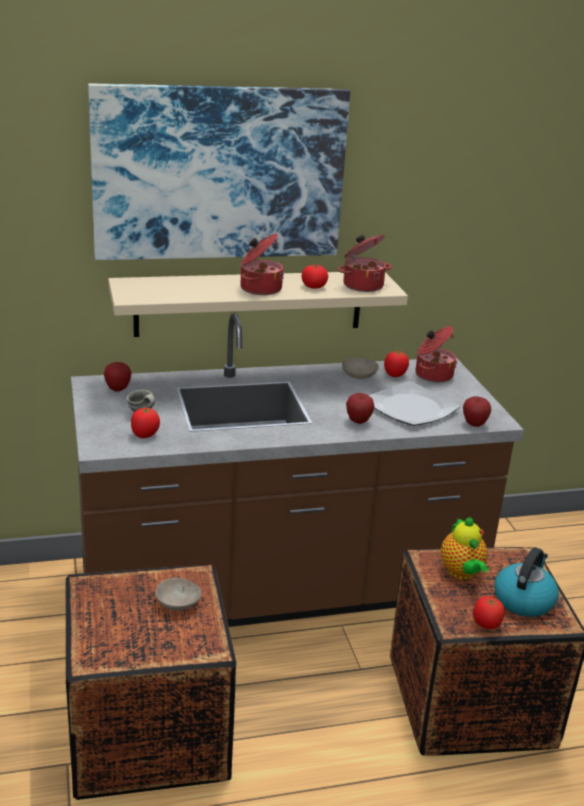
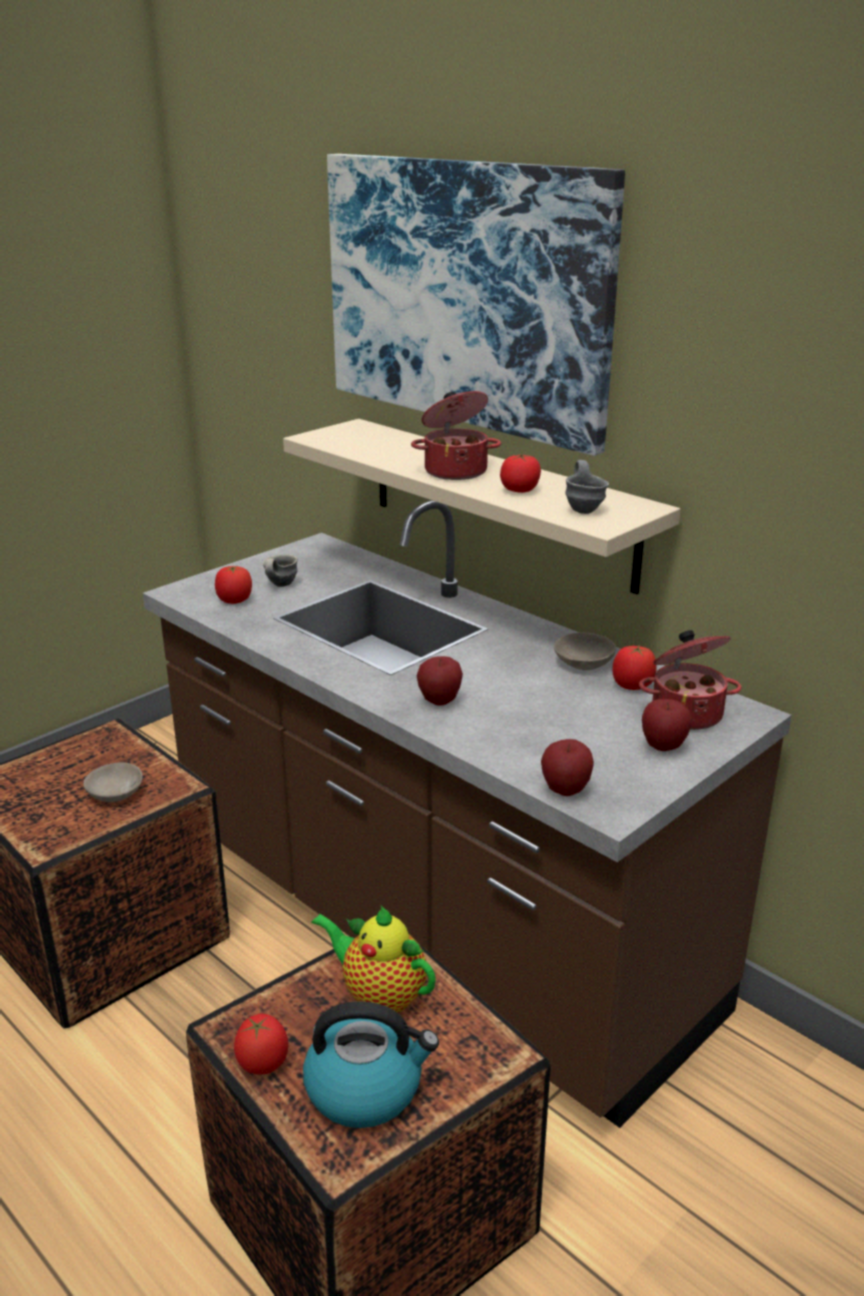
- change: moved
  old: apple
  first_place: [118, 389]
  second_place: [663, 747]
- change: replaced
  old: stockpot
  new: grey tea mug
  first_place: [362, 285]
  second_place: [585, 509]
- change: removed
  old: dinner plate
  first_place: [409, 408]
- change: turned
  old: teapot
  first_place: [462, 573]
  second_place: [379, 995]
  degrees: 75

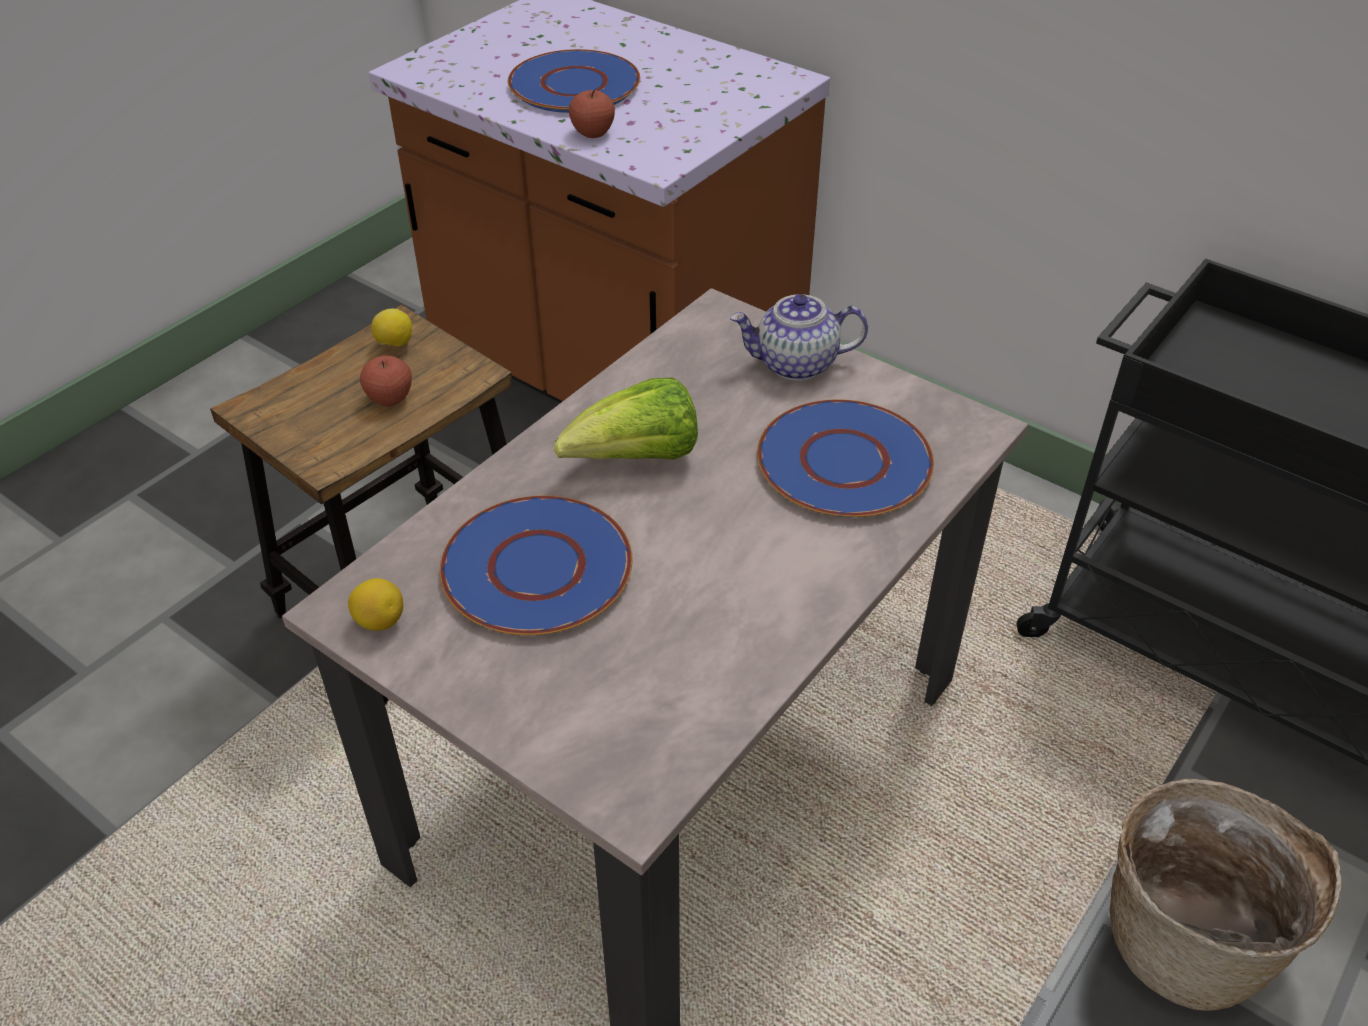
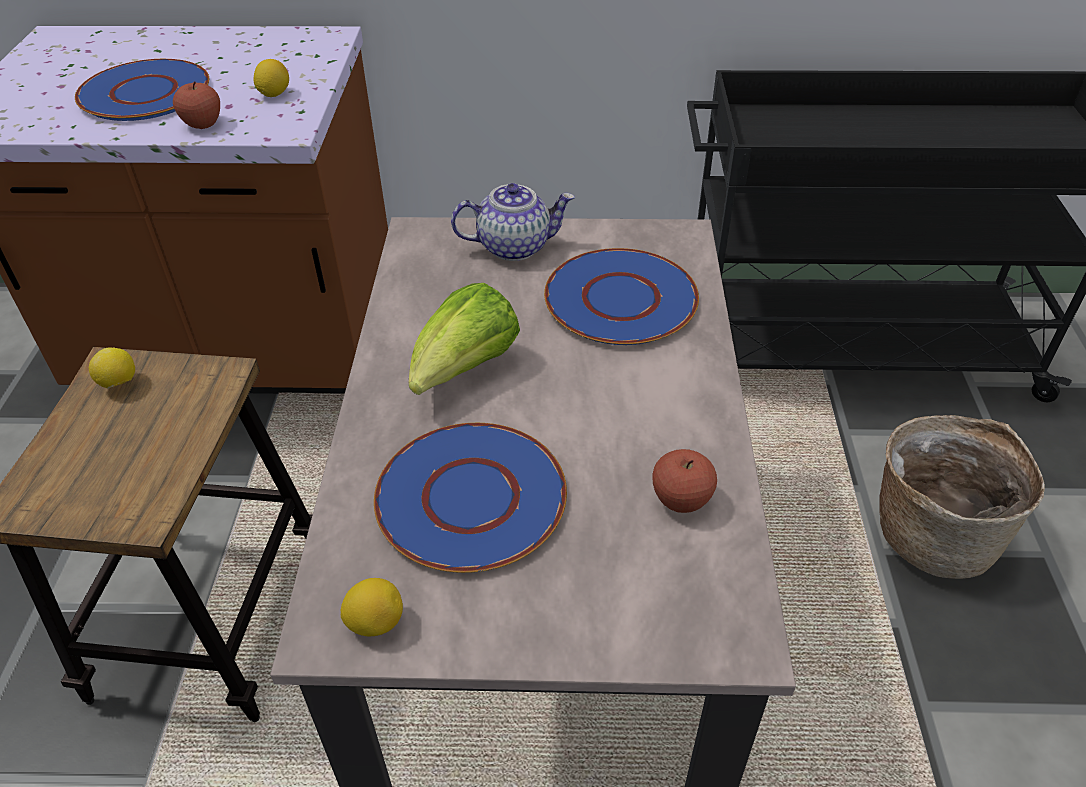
- change: moved
  old: apple
  first_place: [390, 399]
  second_place: [681, 500]
- change: turned
  old: teapot
  first_place: [795, 364]
  second_place: [514, 246]
  degrees: -150
- change: added
  new: whole lemon
  second_place: [274, 94]

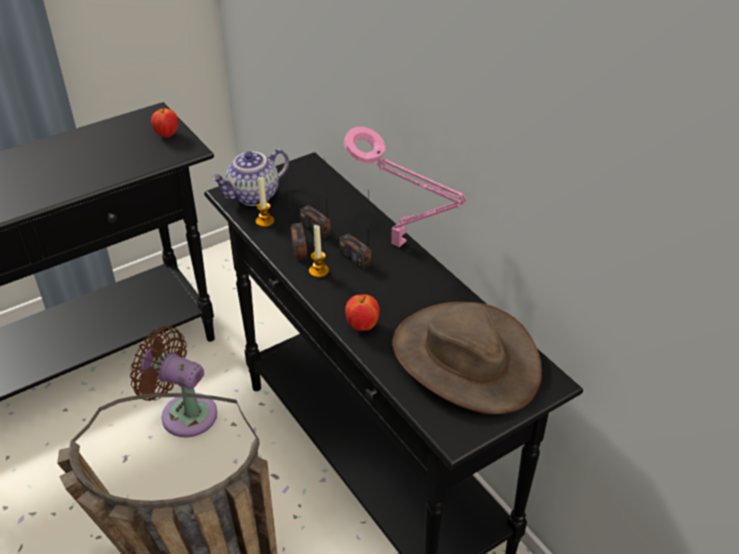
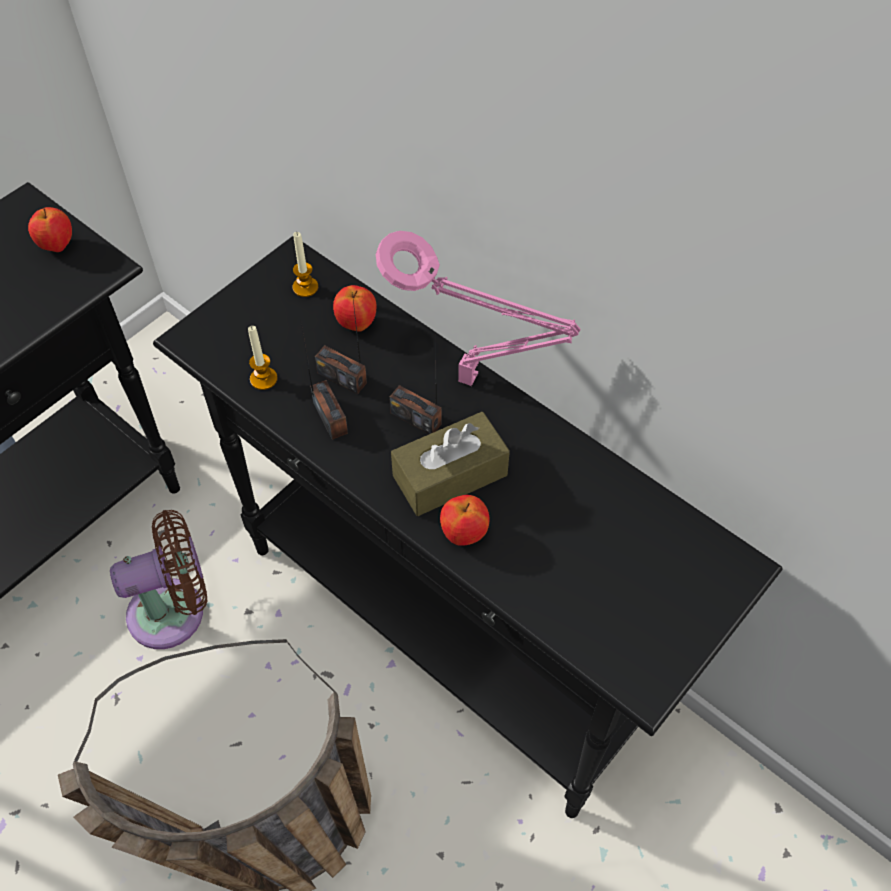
- change: turned
  old: brown fan
  first_place: [184, 413]
  second_place: [174, 611]
  degrees: 150
- change: removed
  old: teapot
  first_place: [254, 196]
- change: moved
  old: candle
  first_place: [318, 271]
  second_place: [305, 287]
- change: removed
  old: brown hat
  first_place: [464, 359]
- change: added
  new: apple
  second_place: [356, 324]
- change: added
  new: brown box of tissues
  second_place: [450, 475]

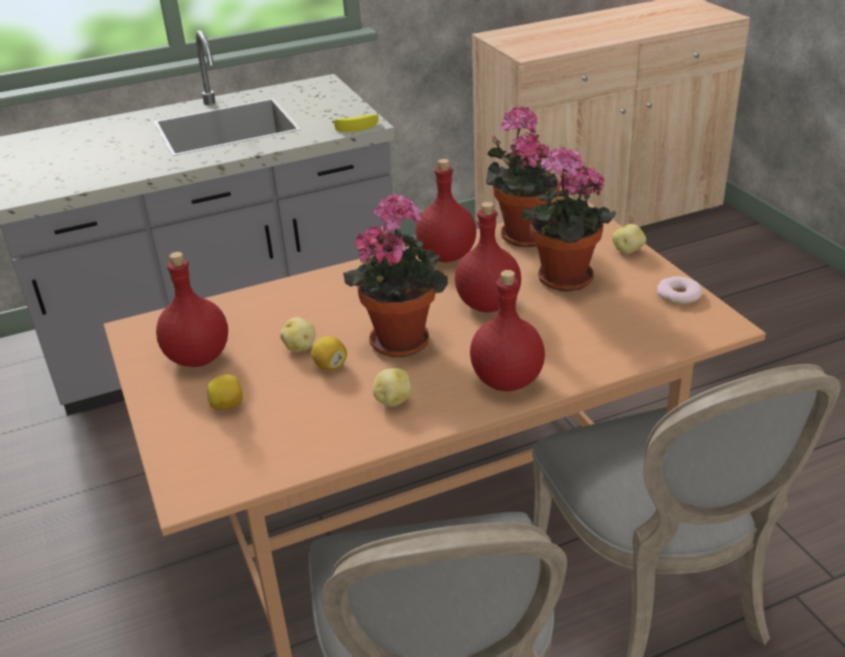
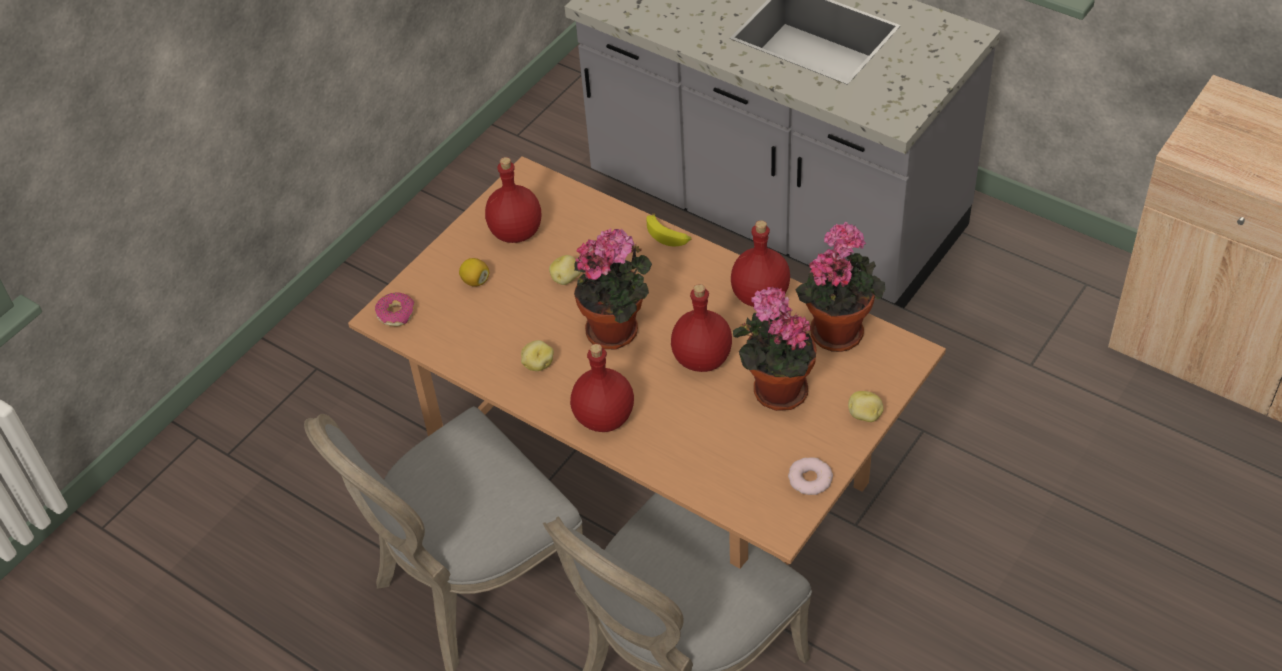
- change: removed
  old: whole lemon
  first_place: [330, 366]
- change: moved
  old: banana fruit
  first_place: [358, 126]
  second_place: [668, 235]
- change: added
  new: ring doughnut
  second_place: [396, 314]

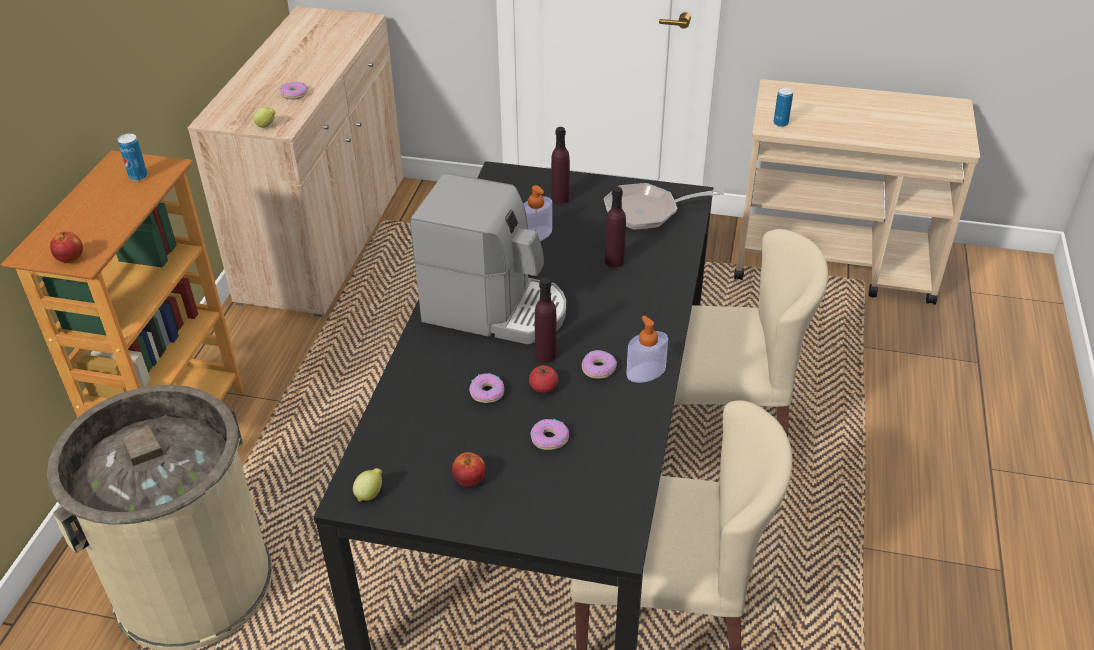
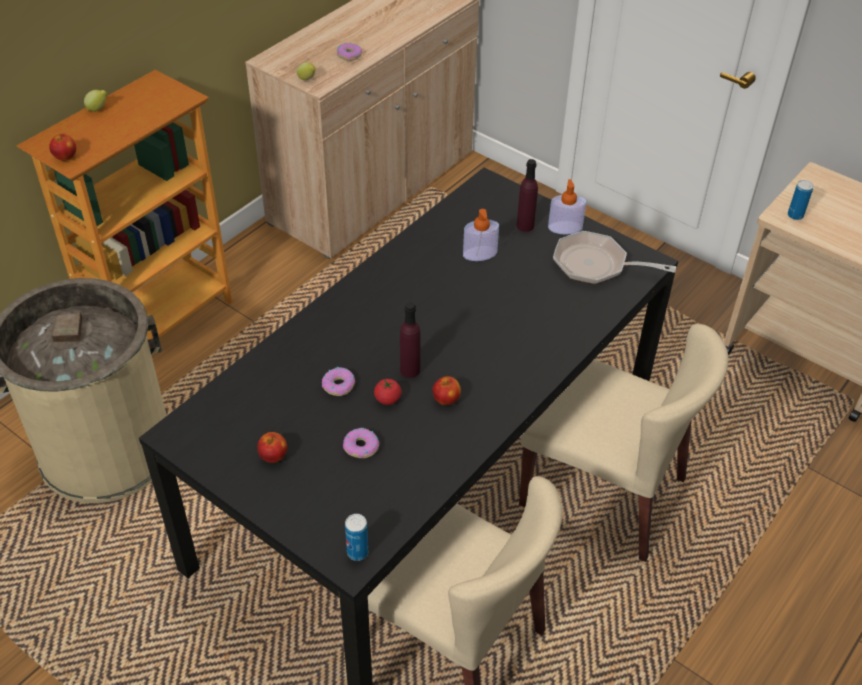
- change: moved
  old: can
  first_place: [138, 176]
  second_place: [357, 552]
- change: moved
  old: whole lemon
  first_place: [370, 494]
  second_place: [98, 109]
- change: removed
  old: coffee machine
  first_place: [495, 310]
- change: replaced
  old: ring doughnut
  new: apple
  first_place: [598, 368]
  second_place: [446, 399]
- change: removed
  old: purple beverage bottle
  first_place: [614, 261]
- change: moved
  old: liquid soap bottle
  first_place: [646, 372]
  second_place: [565, 228]

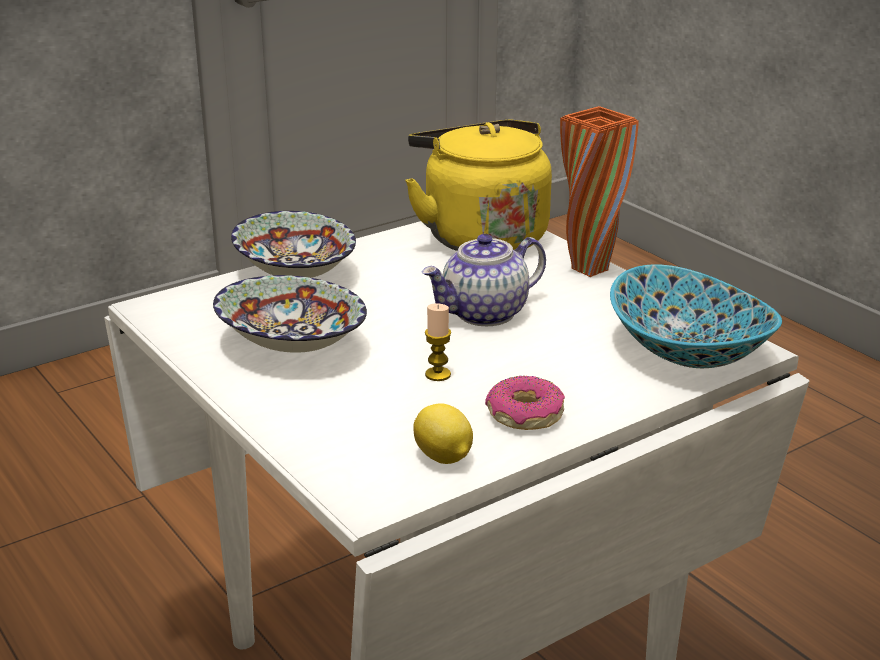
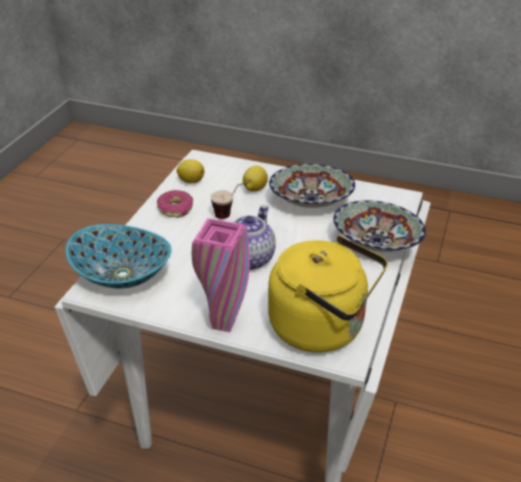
- change: replaced
  old: candle
  new: drinking cup
  first_place: [438, 374]
  second_place: [231, 213]
- change: recoloured
  old: orange-coloured decorative vase
  new: pink decorative vase
  first_place: [590, 269]
  second_place: [223, 324]
- change: added
  new: whole lemon
  second_place: [254, 189]

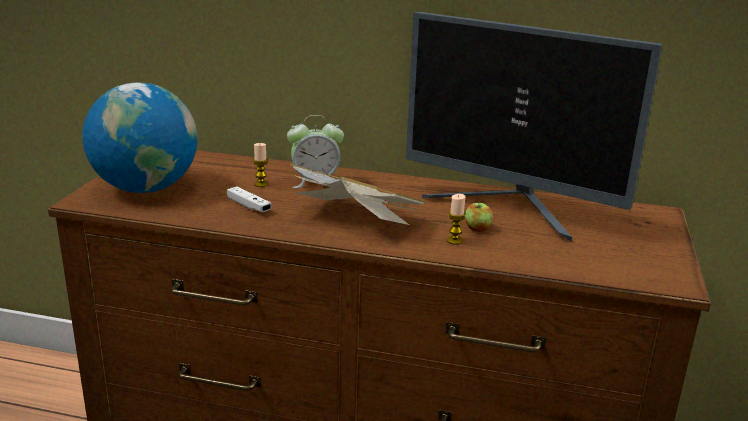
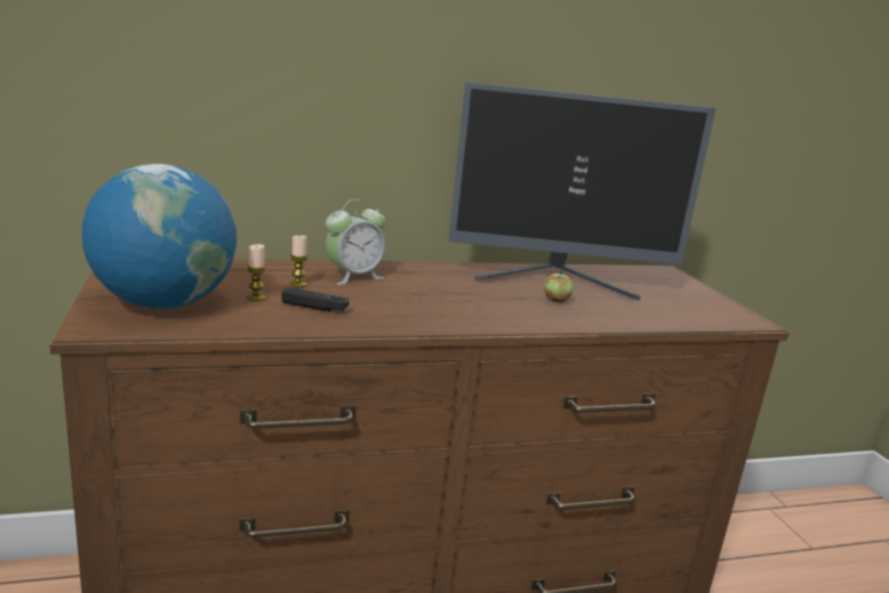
- change: recoloured
  old: whitish joypad
  new: black joypad
  first_place: [248, 206]
  second_place: [314, 307]
- change: removed
  old: volume
  first_place: [355, 219]
- change: moved
  old: candle
  first_place: [454, 240]
  second_place: [256, 297]

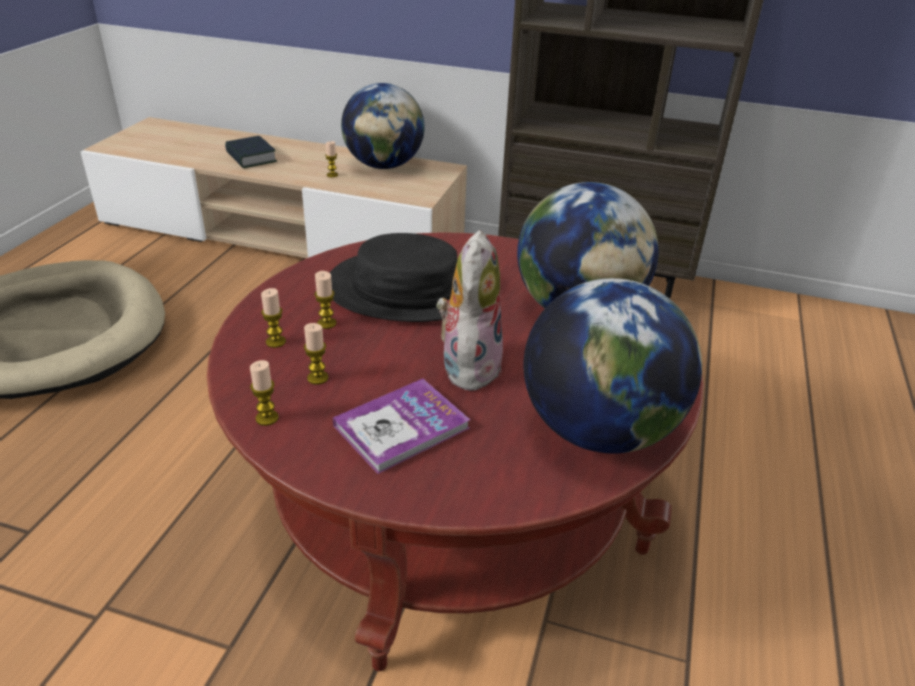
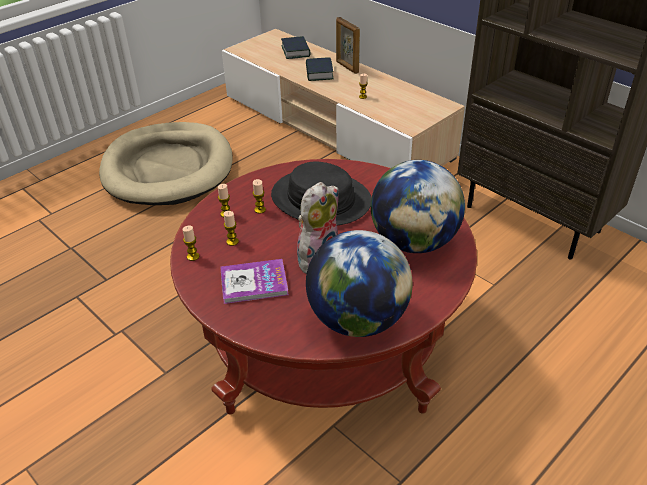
- change: removed
  old: desk globe
  first_place: [384, 165]
- change: added
  new: volume
  second_place: [295, 51]
- change: added
  new: picture frame
  second_place: [347, 67]

